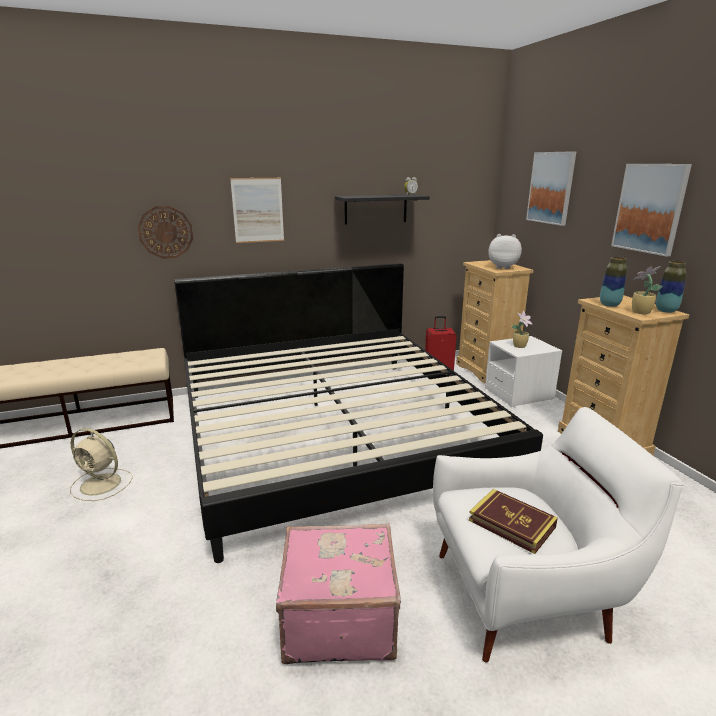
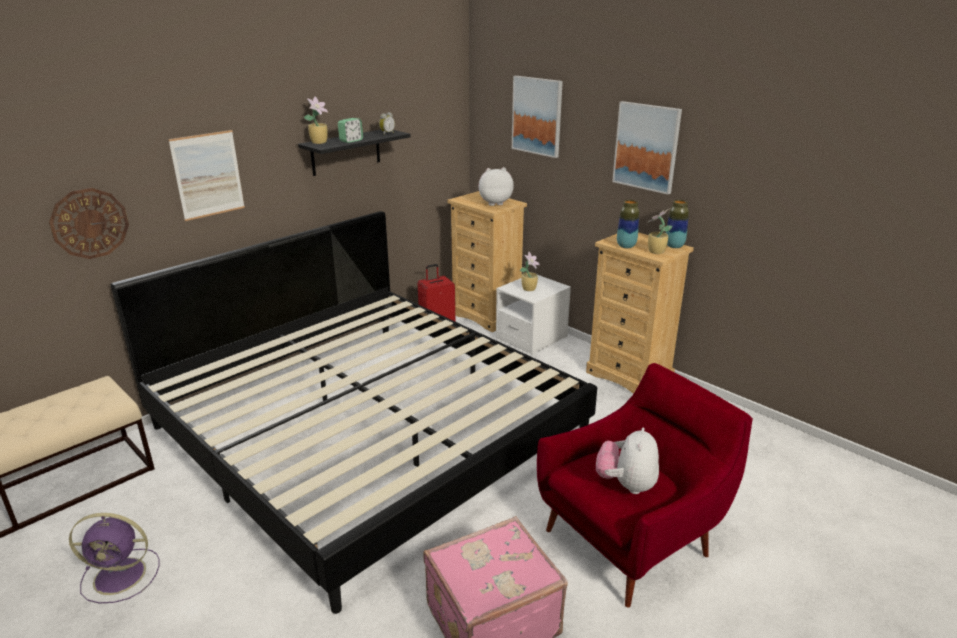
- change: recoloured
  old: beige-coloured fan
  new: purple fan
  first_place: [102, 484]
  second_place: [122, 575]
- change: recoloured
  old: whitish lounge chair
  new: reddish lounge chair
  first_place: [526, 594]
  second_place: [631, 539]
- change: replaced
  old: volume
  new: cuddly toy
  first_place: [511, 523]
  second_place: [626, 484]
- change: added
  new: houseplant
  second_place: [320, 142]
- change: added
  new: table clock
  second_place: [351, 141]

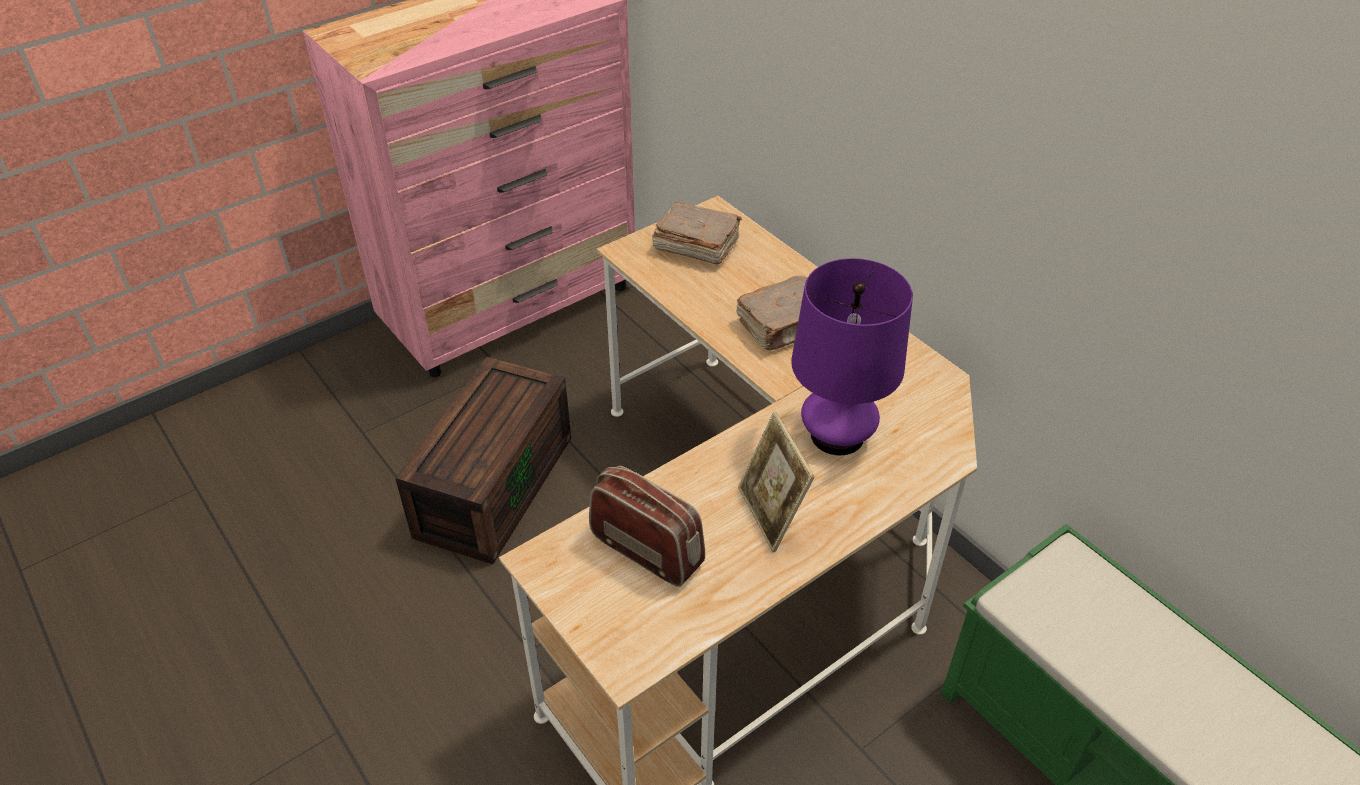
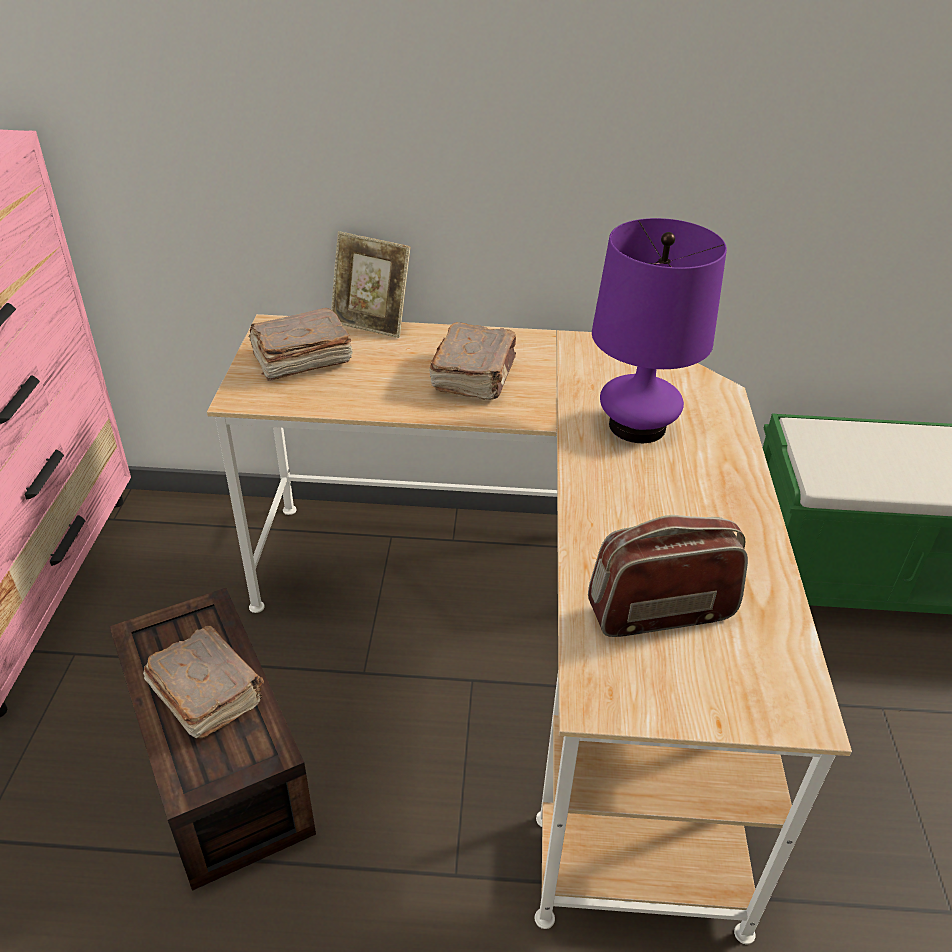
- change: moved
  old: picture frame
  first_place: [771, 515]
  second_place: [371, 324]
- change: added
  new: brown volume
  second_place: [207, 693]

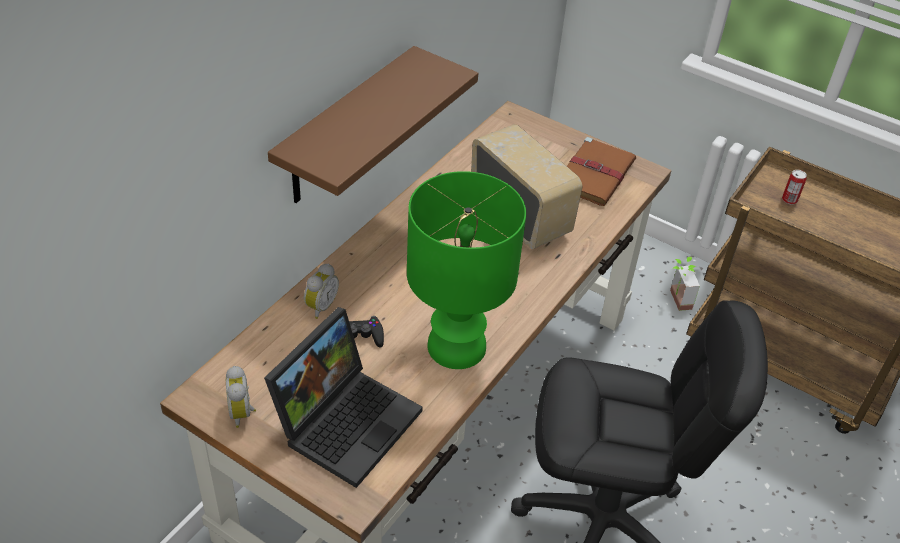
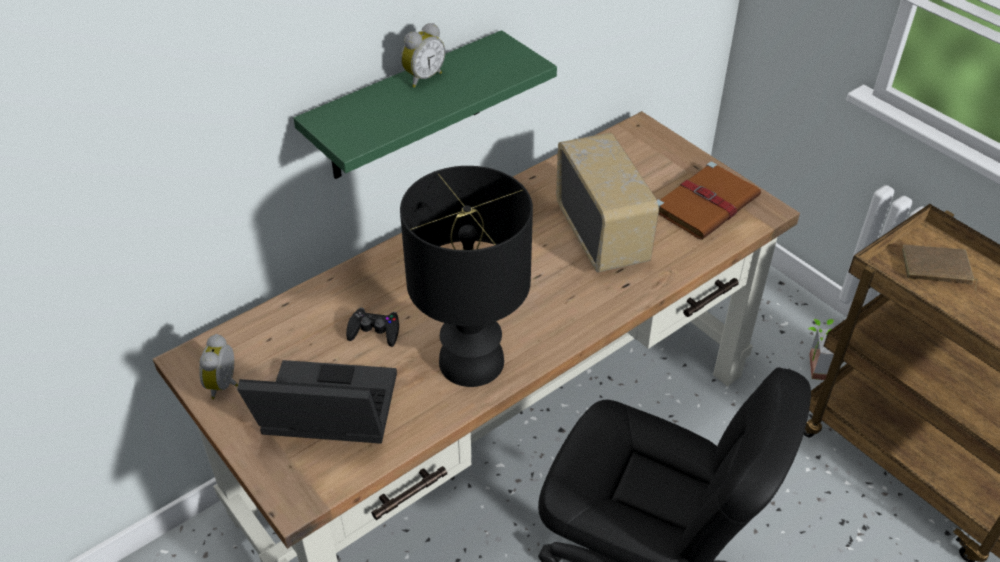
- change: turned
  old: portable computer
  first_place: [347, 419]
  second_place: [324, 414]
  degrees: -135
- change: recoloured
  old: brown wall shelf
  new: green-coloured wall shelf
  first_place: [346, 128]
  second_place: [405, 108]
- change: moved
  old: table clock
  first_place: [320, 306]
  second_place: [422, 77]
- change: recoloured
  old: green-coloured table lamp
  new: black table lamp
  first_place: [455, 346]
  second_place: [470, 361]
- change: replaced
  old: can
  new: brown volume
  first_place: [789, 200]
  second_place: [935, 269]

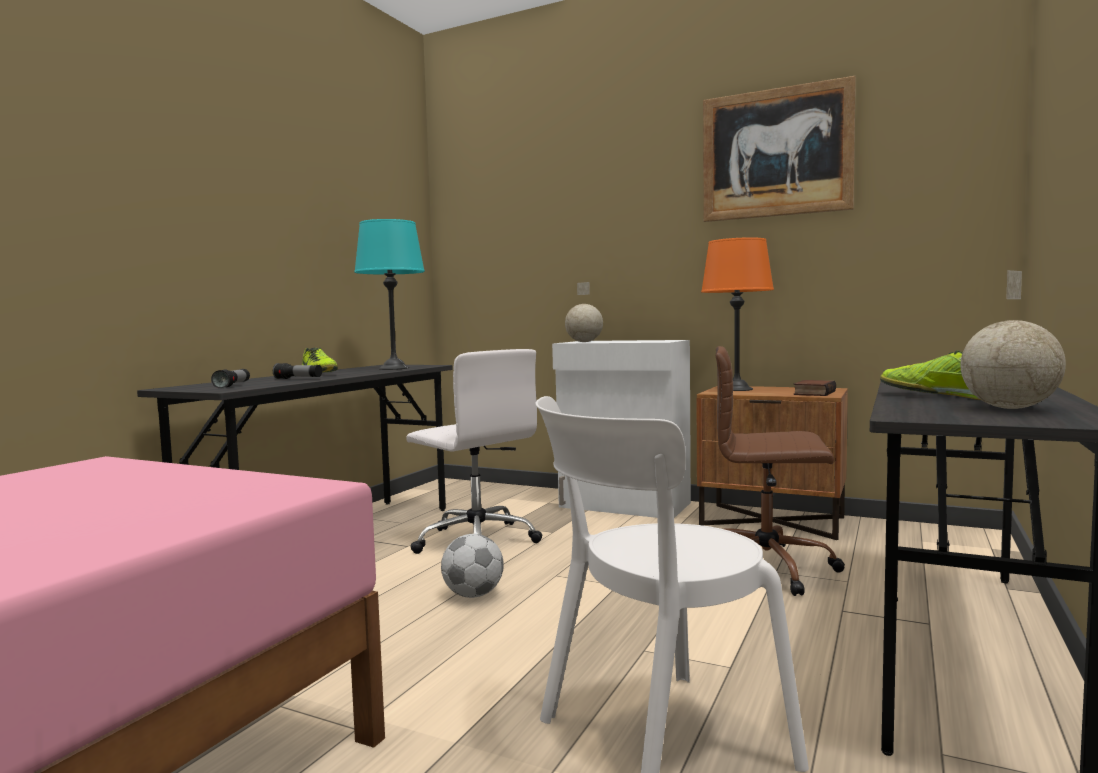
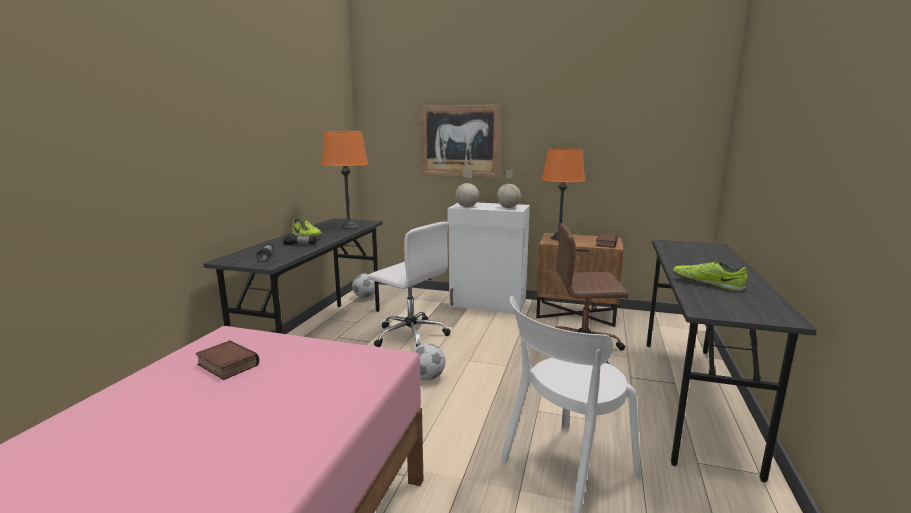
- change: recoloured
  old: turquoise-coloured table lamp
  new: orange-coloured table lamp
  first_place: [394, 368]
  second_place: [348, 227]
- change: moved
  old: wall art
  first_place: [776, 153]
  second_place: [459, 141]
- change: moved
  old: desk globe
  first_place: [1011, 408]
  second_place: [508, 207]
- change: added
  new: volume
  second_place: [226, 365]
- change: added
  new: football
  second_place: [365, 297]

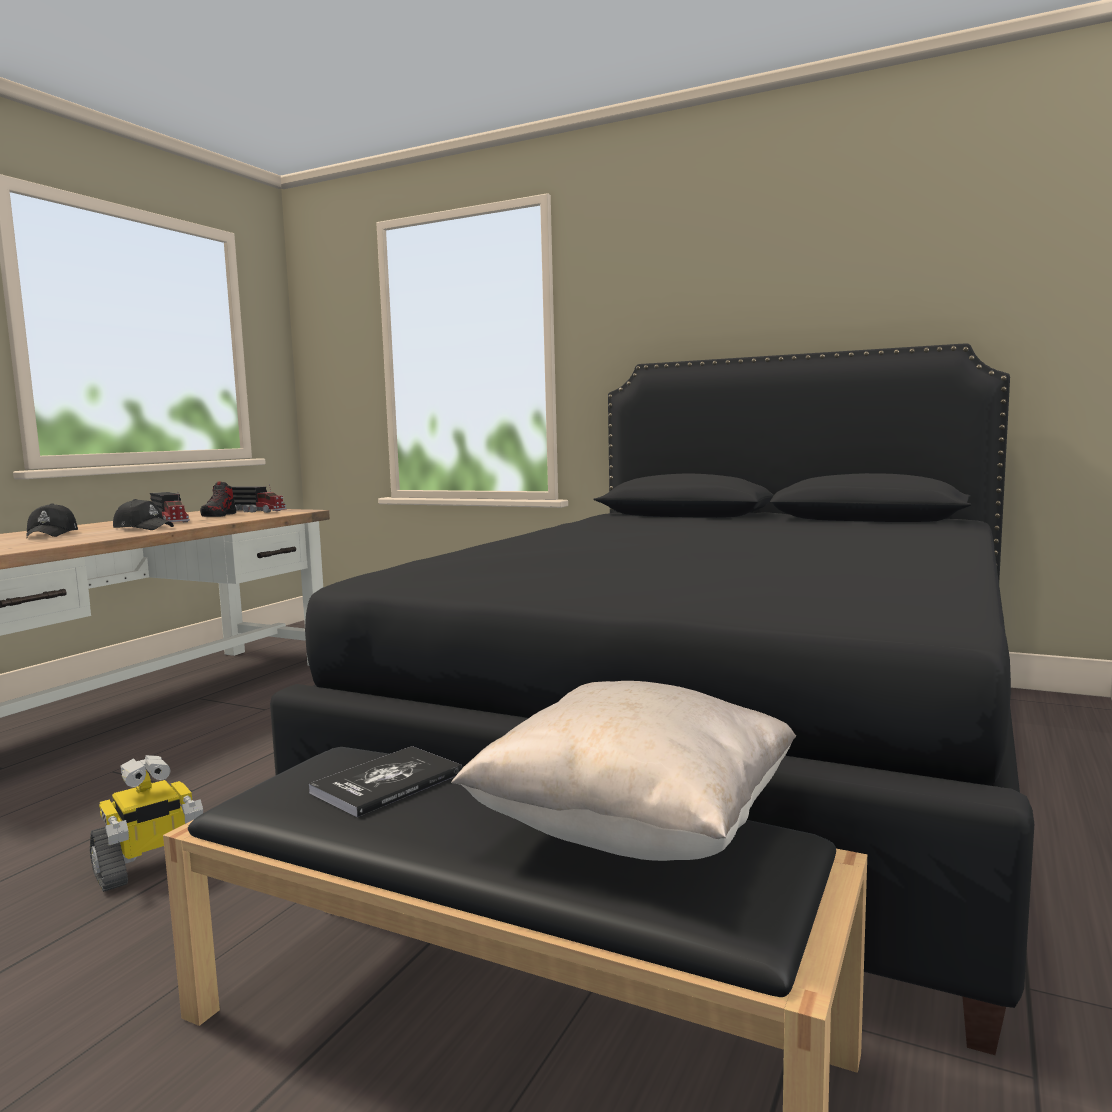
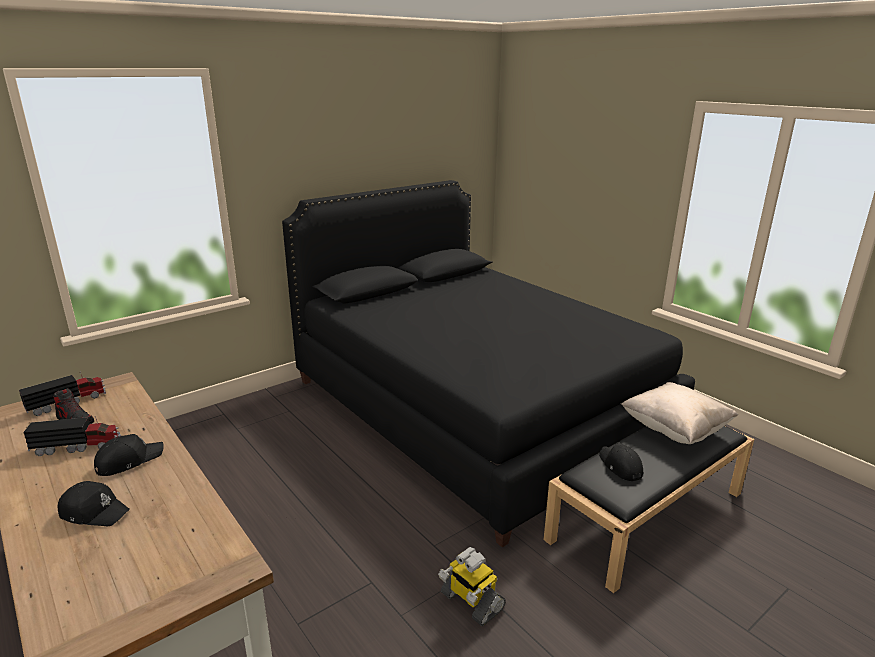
- change: turned
  old: robot figure
  first_place: [152, 866]
  second_place: [471, 601]
  degrees: 150
- change: replaced
  old: volume
  new: black baseball cap
  first_place: [387, 783]
  second_place: [620, 466]

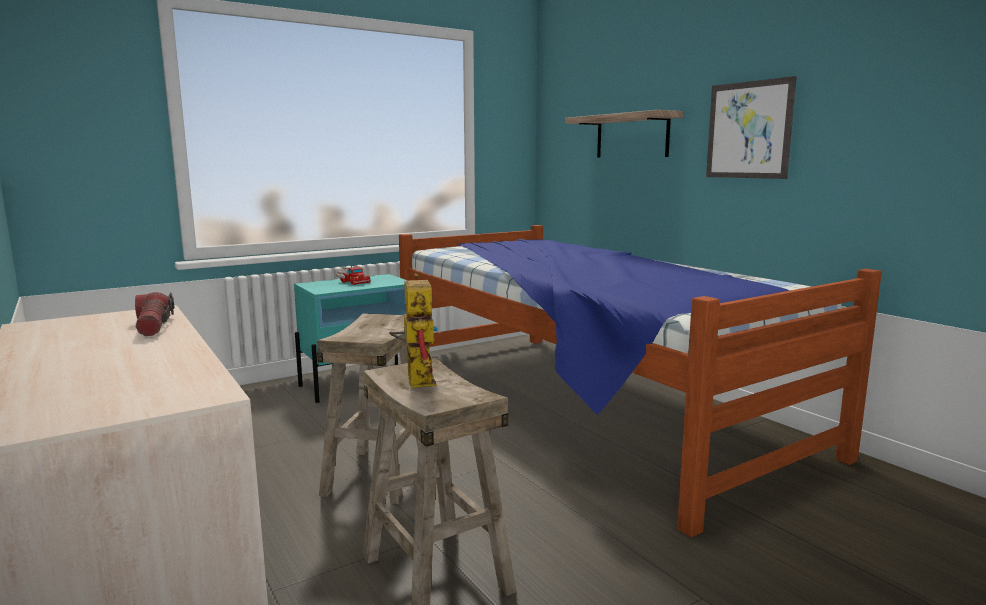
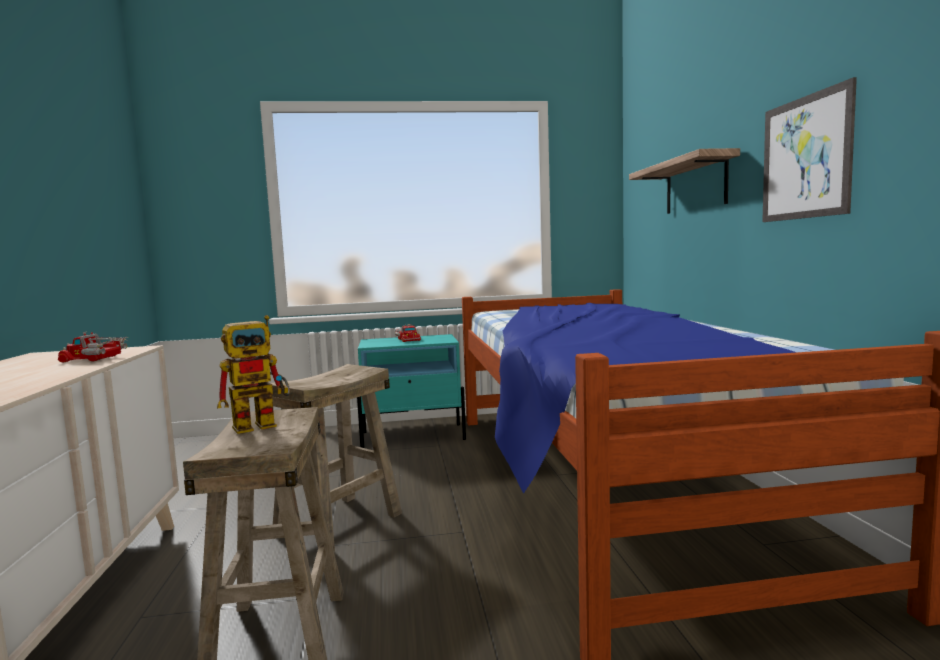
- change: replaced
  old: flashlight
  new: toy truck
  first_place: [154, 326]
  second_place: [98, 359]
- change: turned
  old: robot figure
  first_place: [416, 378]
  second_place: [263, 424]
  degrees: 45

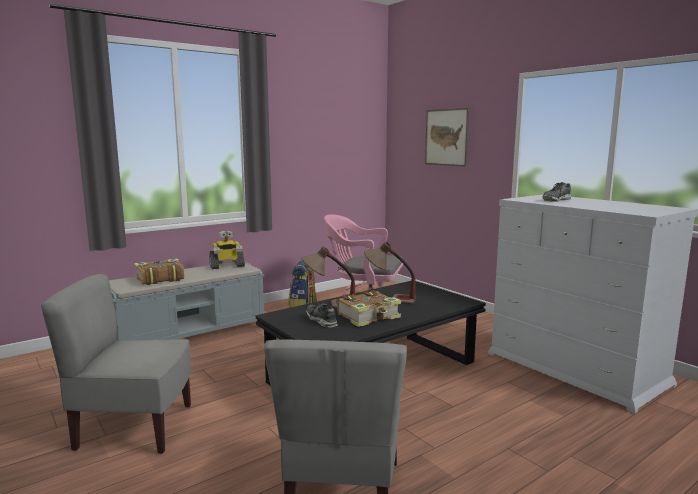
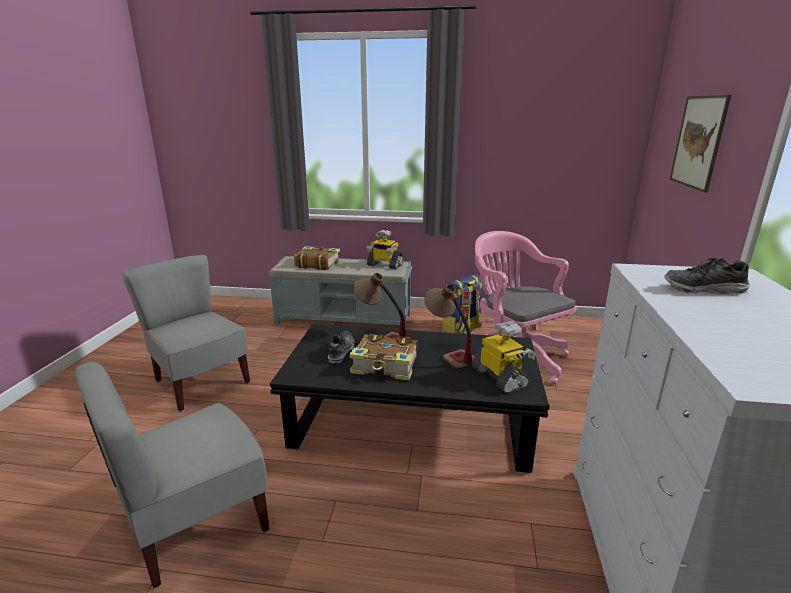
- change: added
  new: robot figure
  second_place: [500, 378]

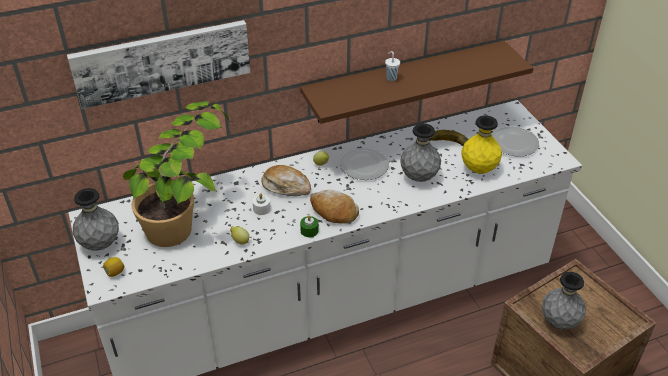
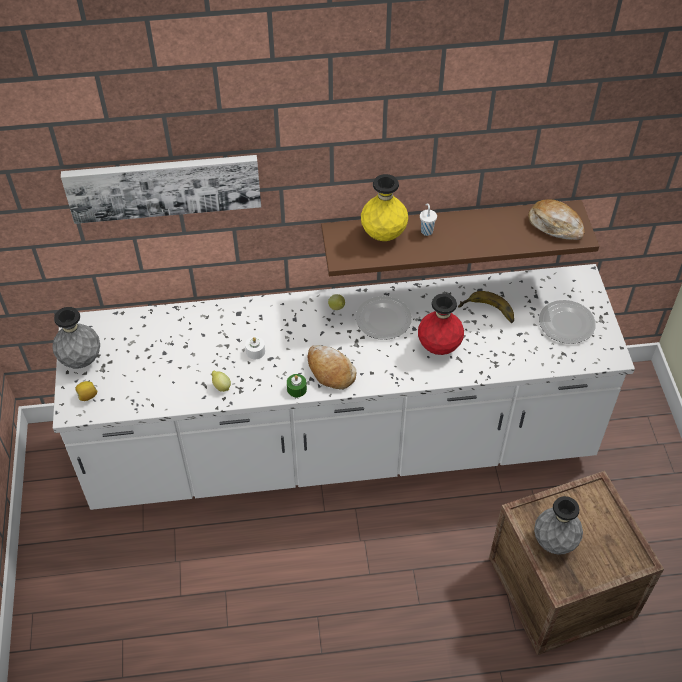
- change: removed
  old: houseplant
  first_place: [188, 218]
- change: moved
  old: bakery bread
  first_place: [286, 186]
  second_place: [555, 225]
- change: recoloured
  old: grey decorative vase
  new: reddish decorative vase
  first_place: [419, 177]
  second_place: [439, 347]
- change: moved
  old: yellow-coloured decorative vase
  first_place: [479, 169]
  second_place: [383, 235]

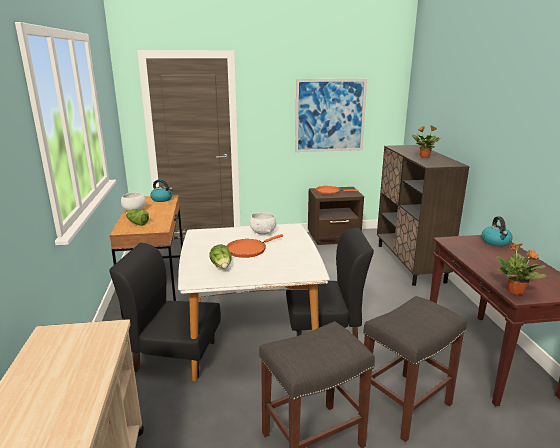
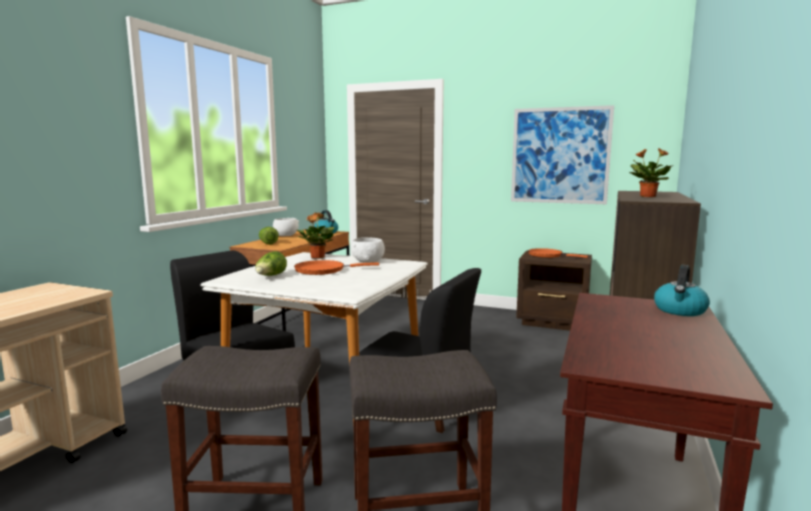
- change: moved
  old: houseplant
  first_place: [515, 292]
  second_place: [317, 257]

